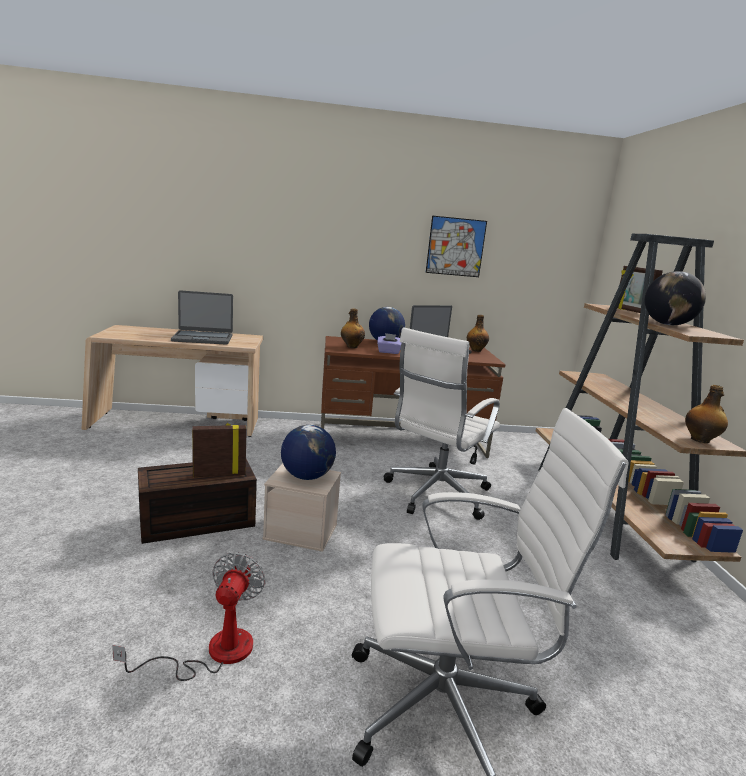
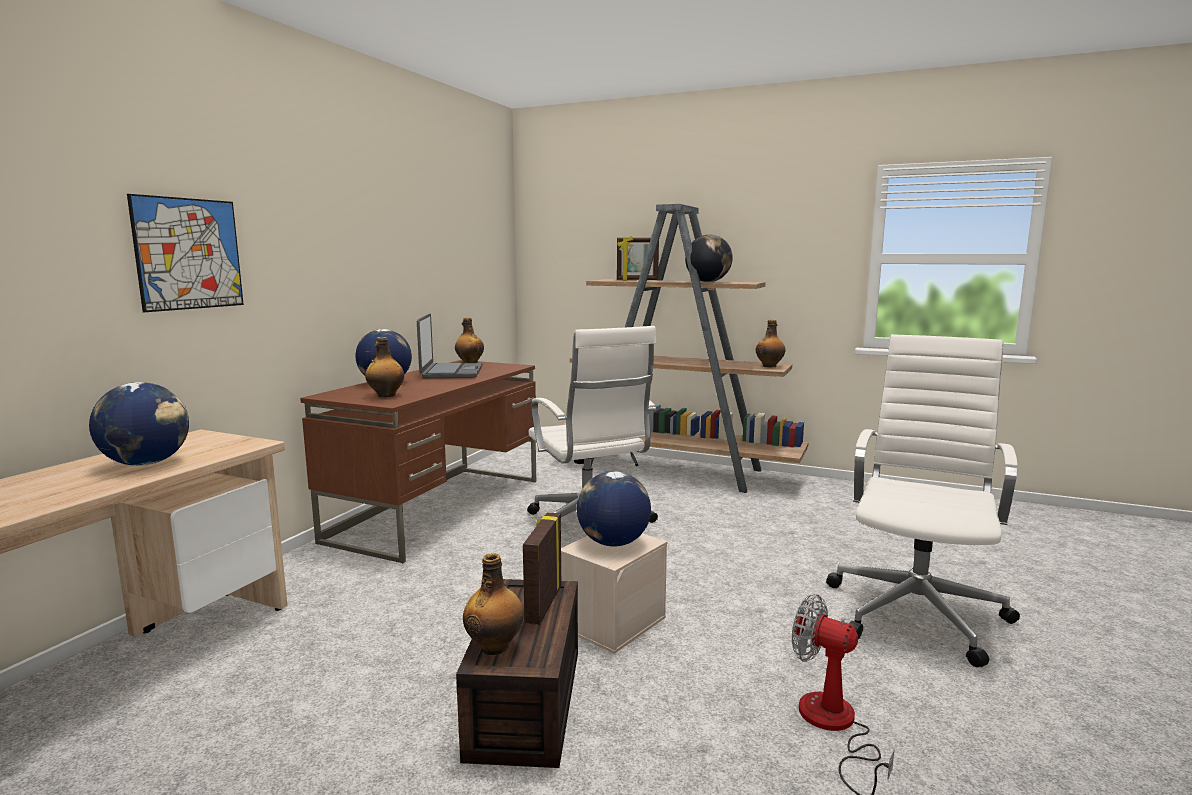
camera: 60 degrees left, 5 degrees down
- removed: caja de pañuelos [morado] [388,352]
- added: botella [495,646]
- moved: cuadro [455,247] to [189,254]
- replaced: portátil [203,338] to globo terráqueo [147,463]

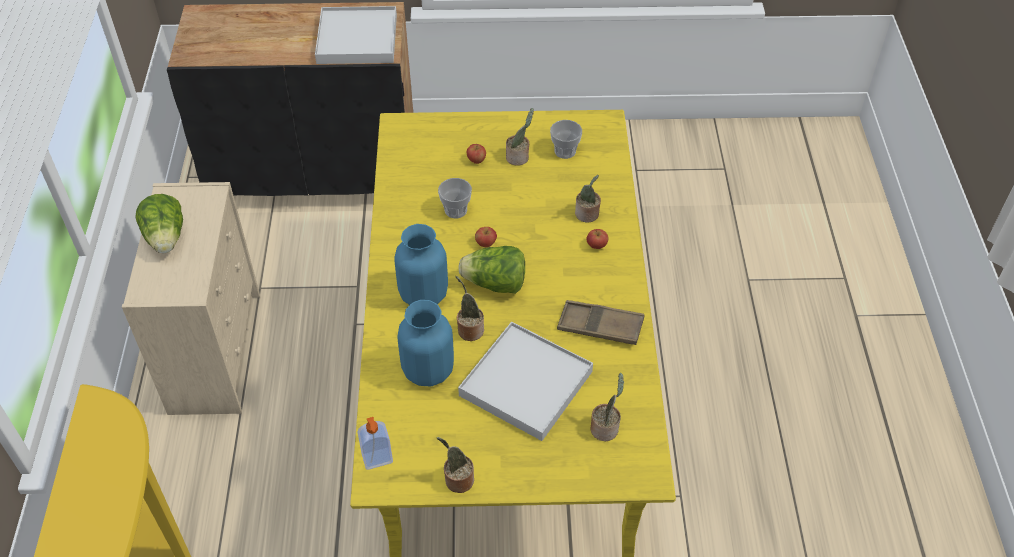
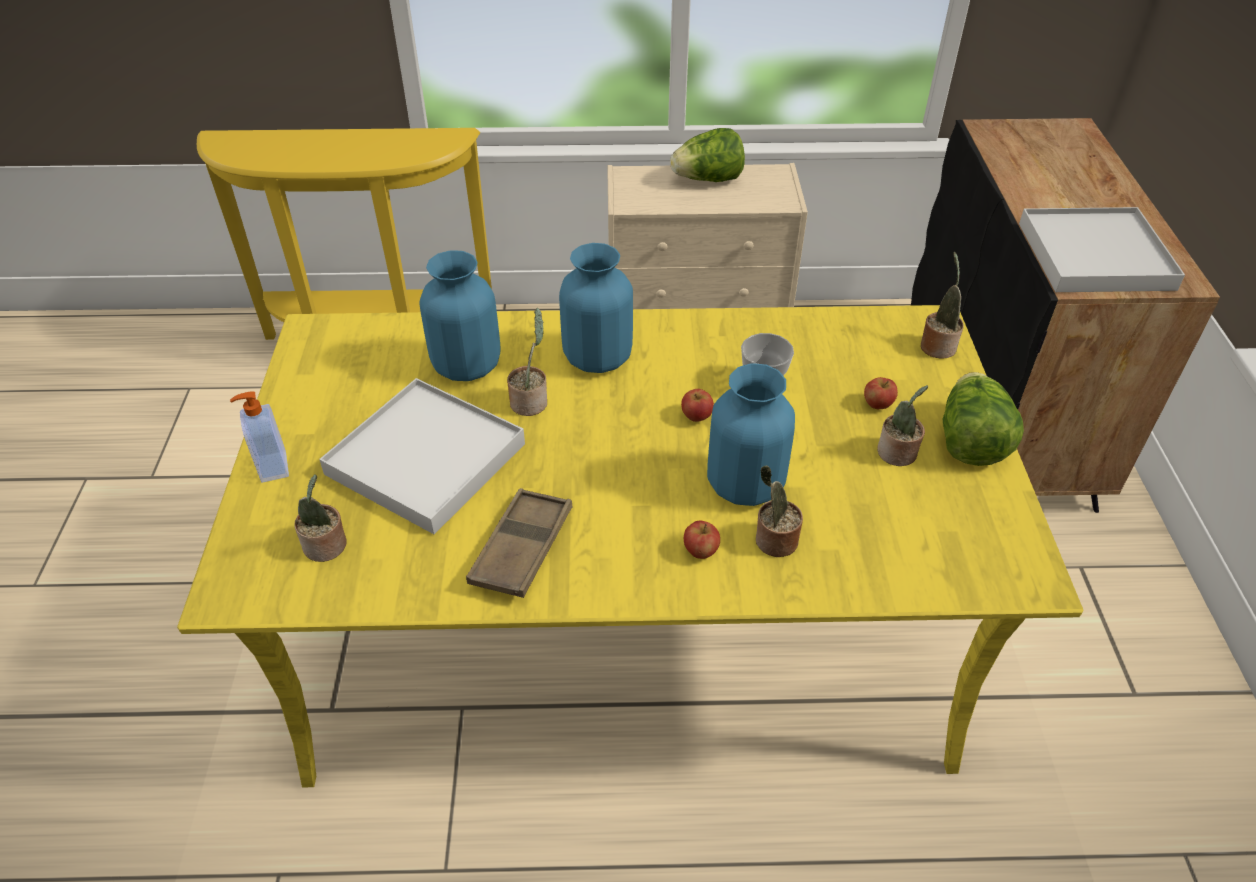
camera: 90 degrees right, 5 degrees down
- removed: taza [565,151]
- added: florero [azul] [745,484]
- moved: dispensador de jabón [377,459] to [272,467]
- moved: planta en maceta [457,480] to [937,345]
- moved: lechuga [495,284] to [970,441]

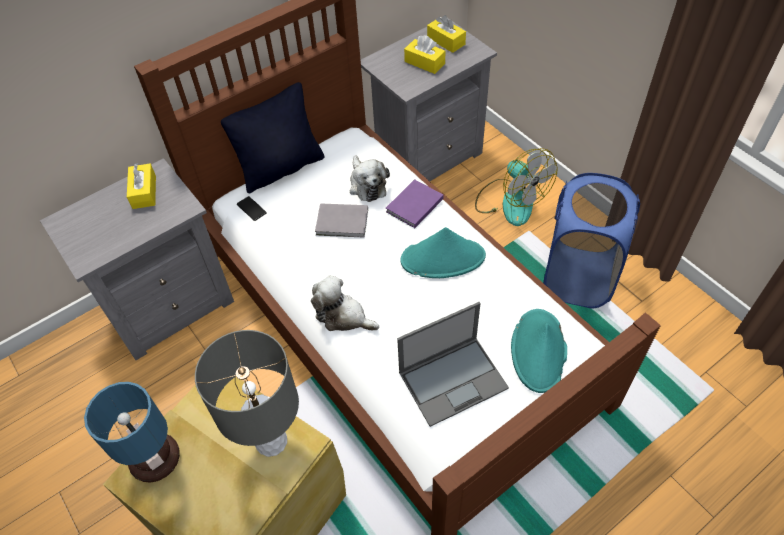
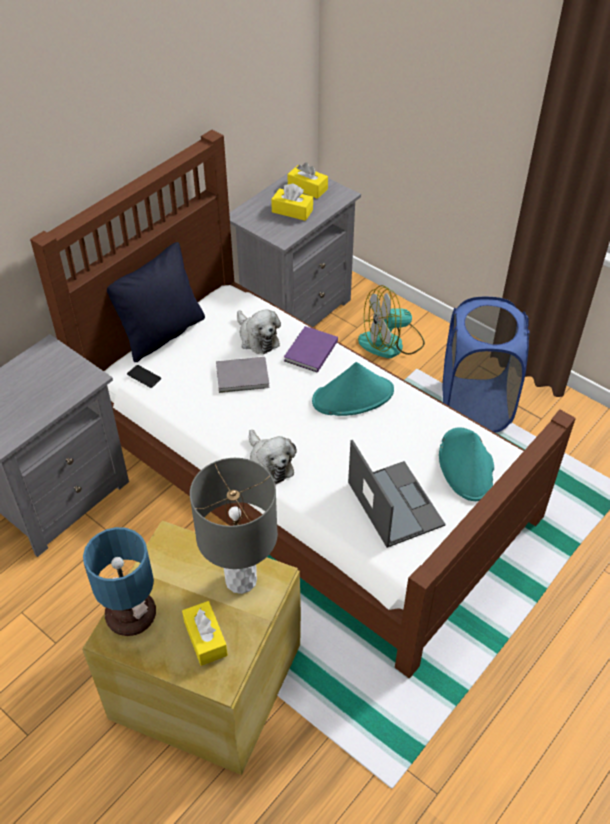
camera: 15 degrees left, 5 degrees down
- moved: caja de pañuelos [amarillo] [144,192] to [205,638]
- turned: peluche [343,316] = [269,463] 135 degrees counterclockwise
- turned: portátil [454,379] = [394,503] 75 degrees counterclockwise
- turned: ventilador [510,201] = [391,343] 120 degrees clockwise

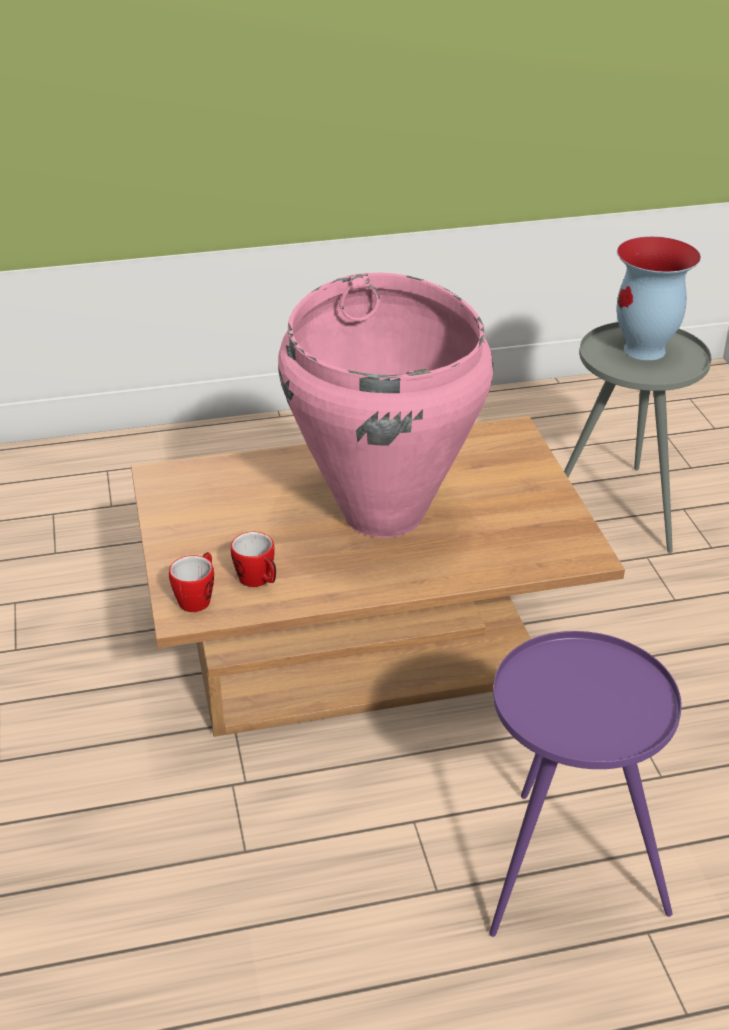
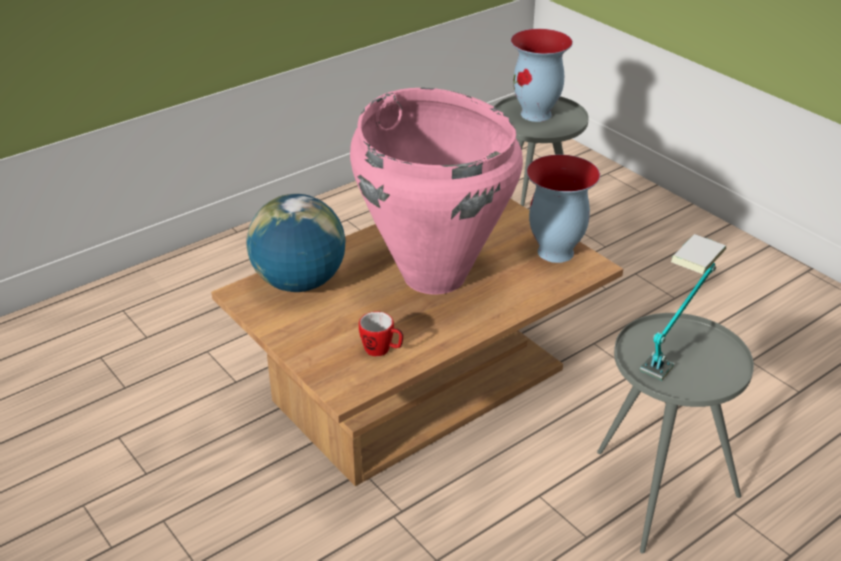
camera: 25 degrees left, 0 degrees up
- removed: taza grande [198,598]
- added: globo terráqueo [299,282]
- added: florero [555,253]
- added: lámpara de mesa [674,348]
- recoloured: mesa auxiliar [morado] [562,870] to mesa auxiliar [gris] [656,493]

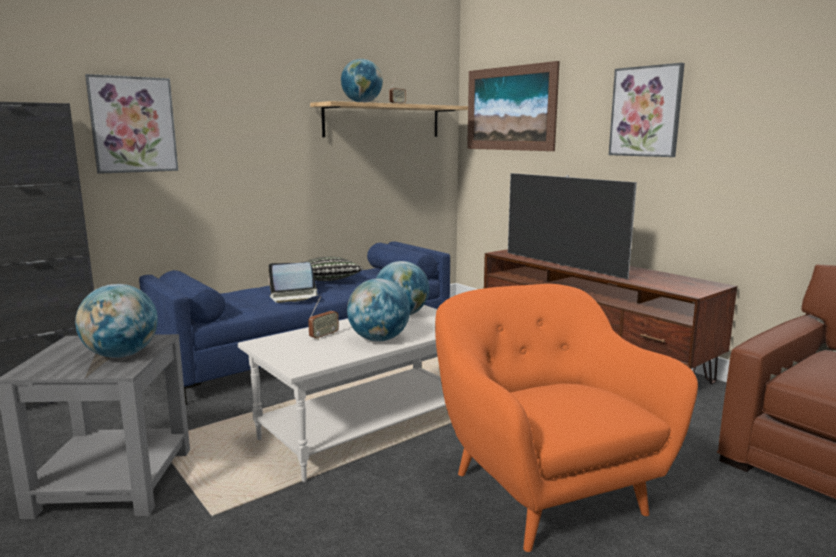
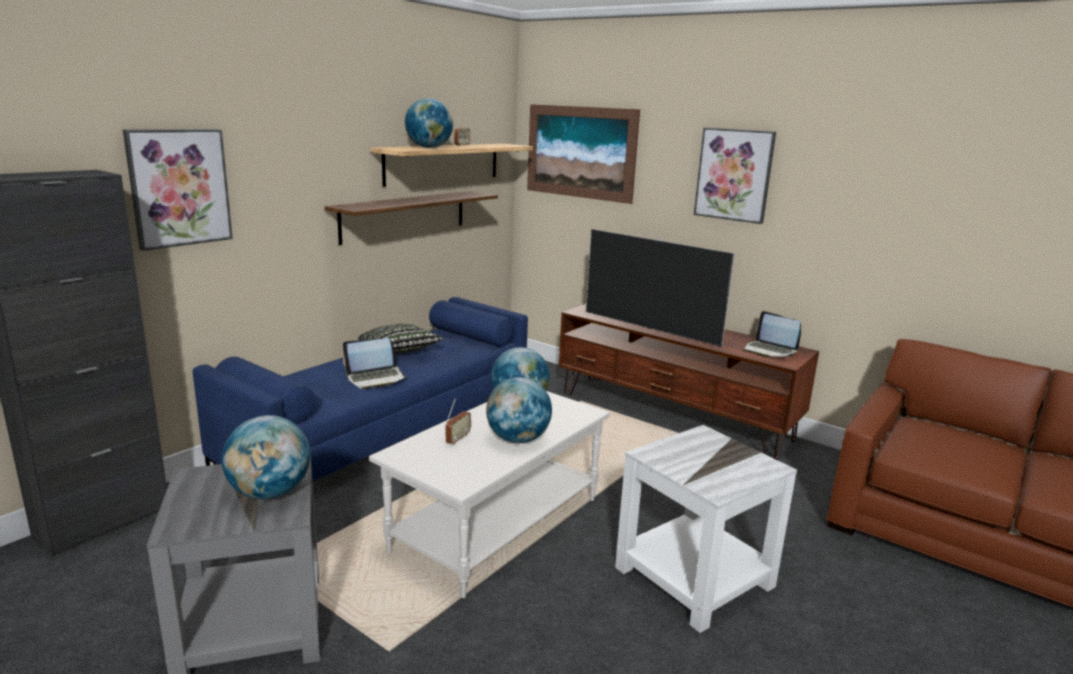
camera: 15 degrees left, 5 degrees up
- added: estante [405,216]
- added: portátil [769,351]
- replaced: sillón [naranja] [544,489] to mesa auxiliar [blanco] [693,575]

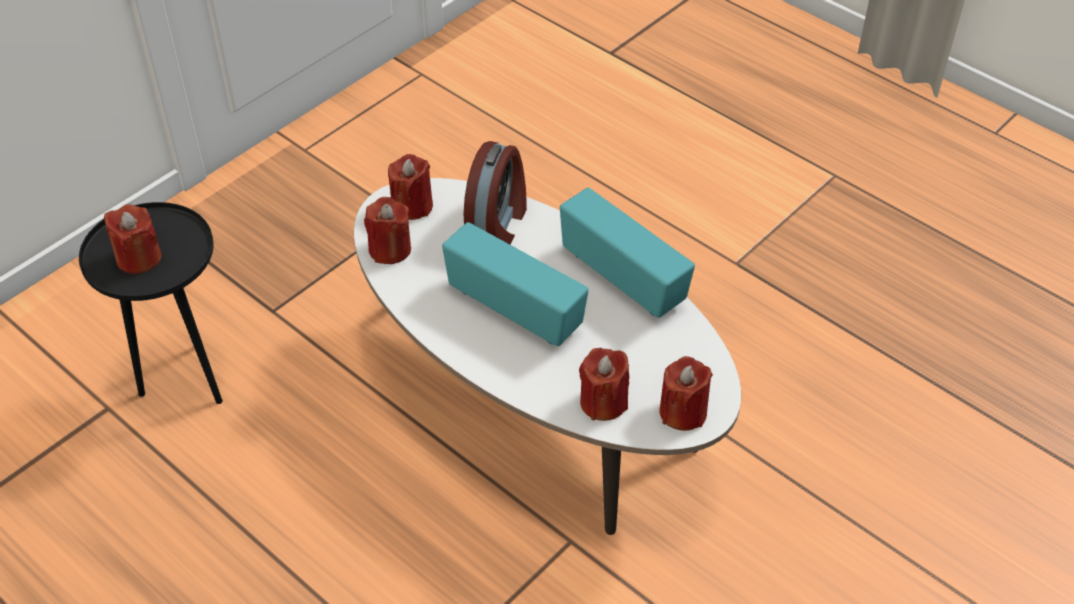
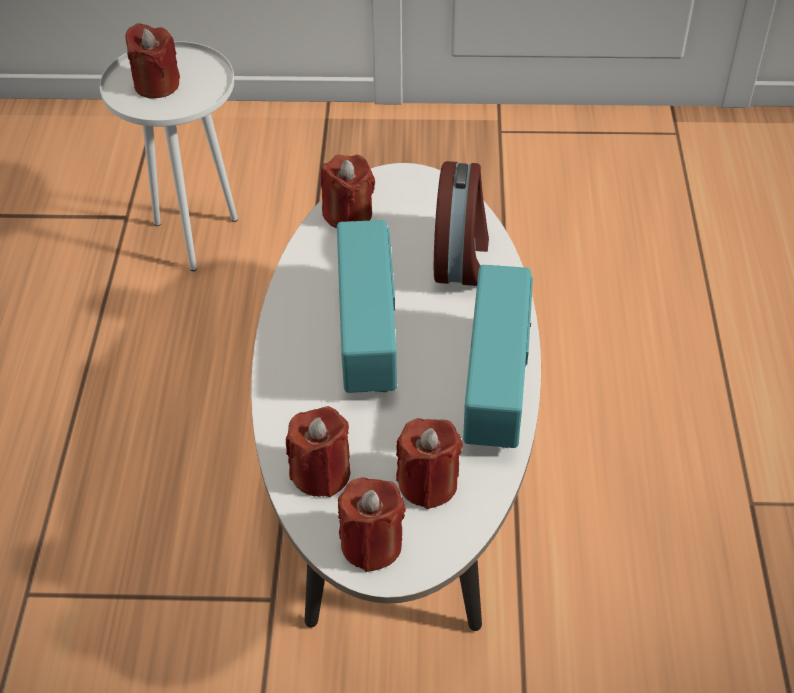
camera: 50 degrees right, 0 degrees up
- moved: vela [rojo] [412,206] to [428,483]
- recoloured: mesa auxiliar [negro] [186,379] to mesa auxiliar [blanco] [195,237]
- turned: despertador [498,223] = [462,258] 60 degrees counterclockwise

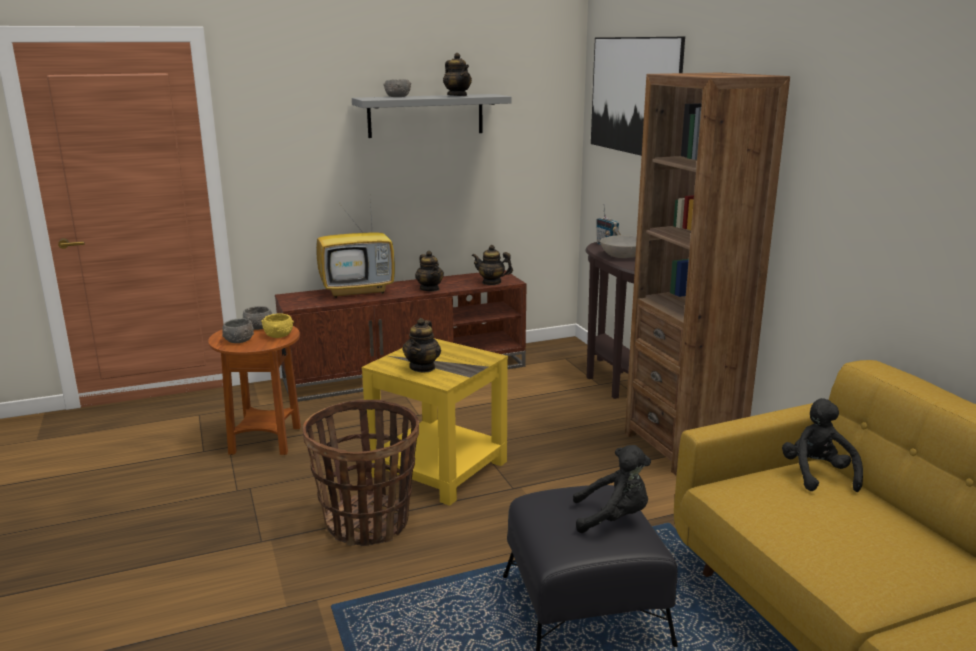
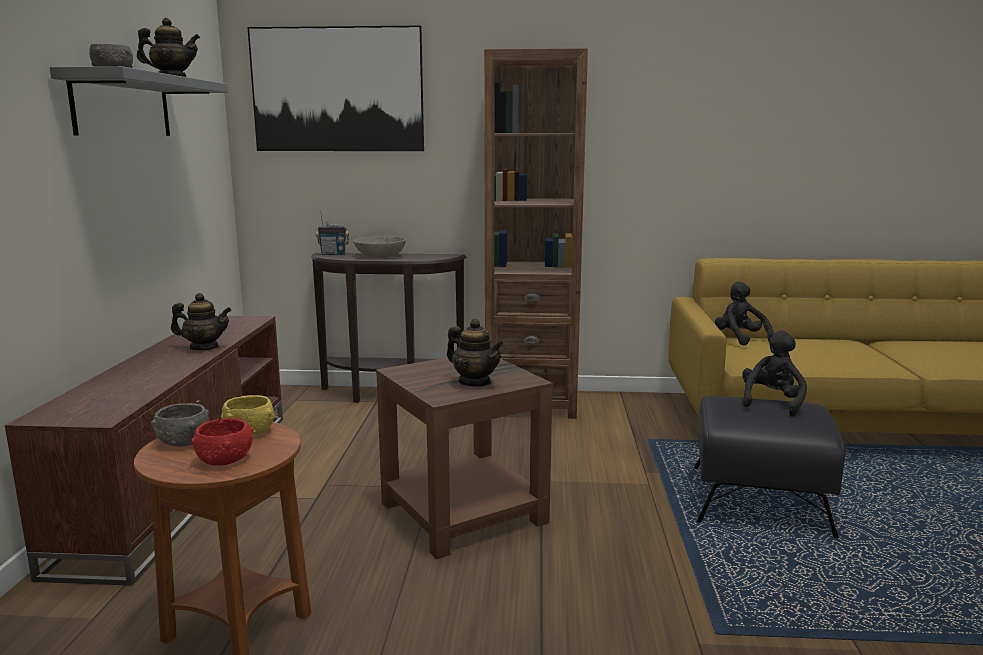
camera: 65 degrees left, 5 degrees down
- removed: cesta [367,522]
- removed: televisor [358,291]
- removed: tetera [492,282]
- recoloured: cuenco [gris] [239,340] to cuenco [rojo] [224,459]
- recoloured: mesa auxiliar [amarillo] [440,468] to mesa auxiliar [marrón] [463,511]
- turned: peluche [negro] [817,475] = [740,339] 45 degrees clockwise

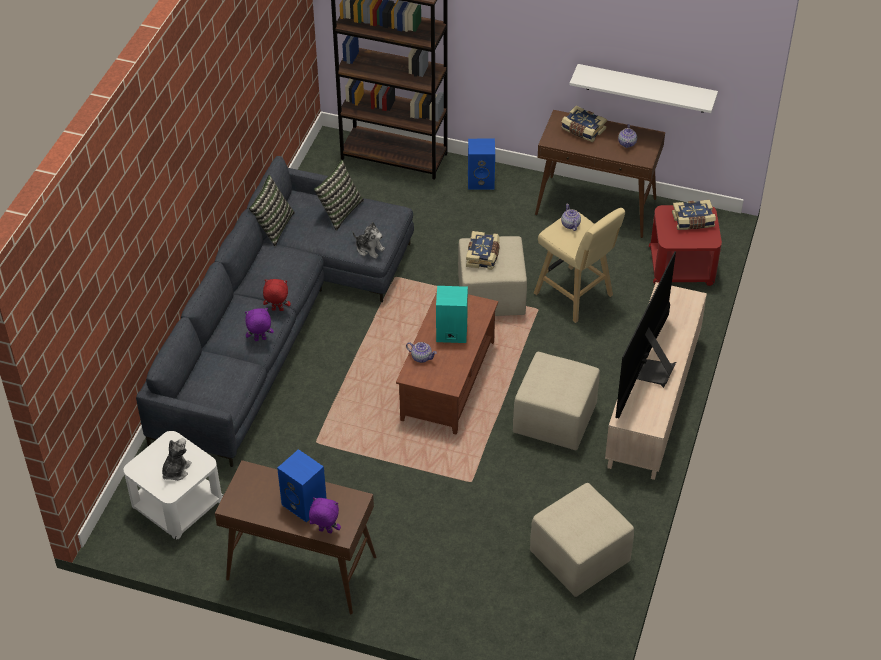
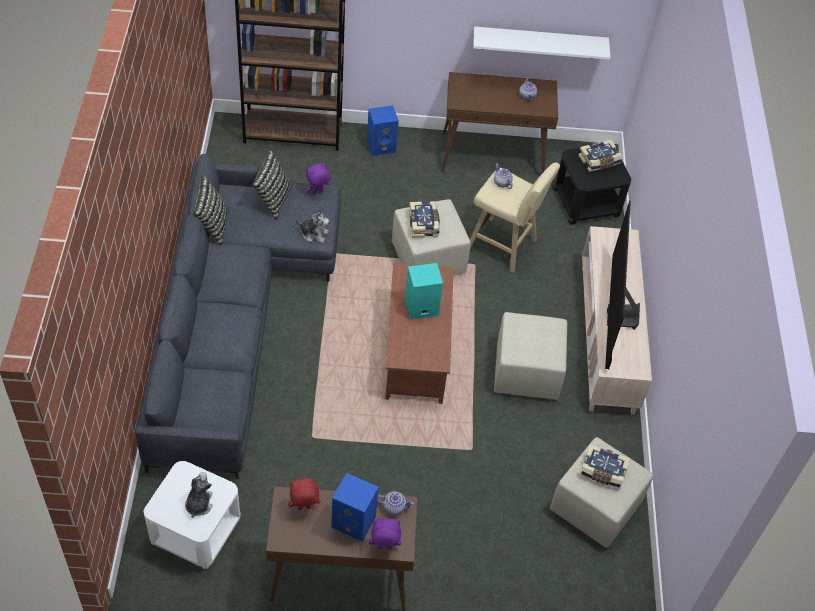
camera: 20 degrees left, 5 degrees up
- moved: peluche [morado] [260,340] to [317,193]
- moved: peluche [rojo] [277,310] to [304,508]
- moved: tetera [421,357] to [393,507]
- moved: libro [583,130] to [602,472]
- recoloured: mesa auxiliar [rojo] [682,266] to mesa auxiliar [negro] [587,202]

